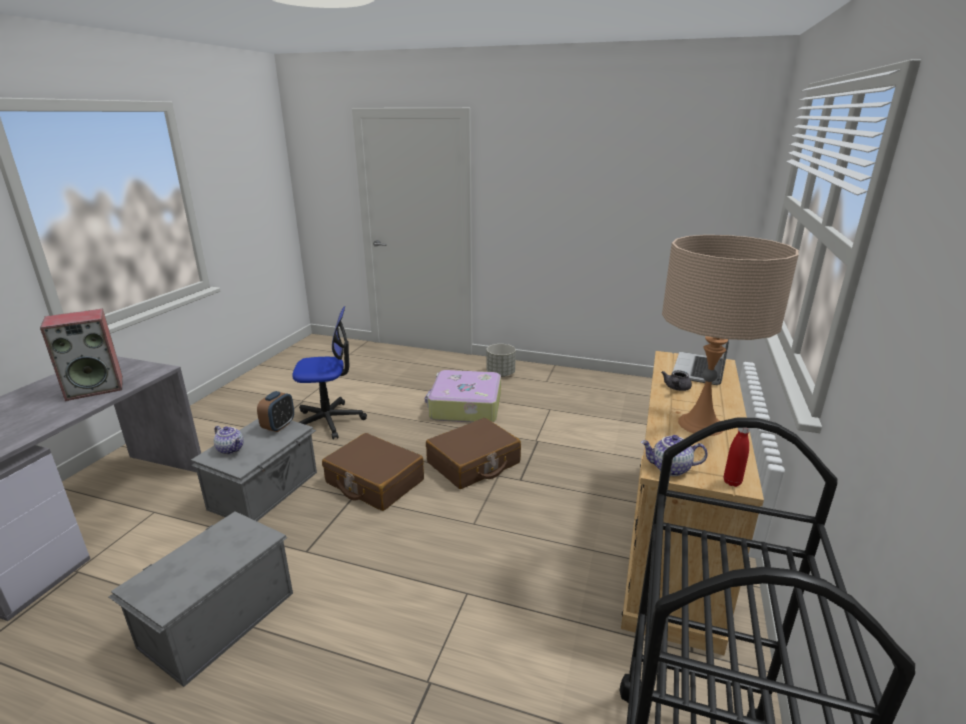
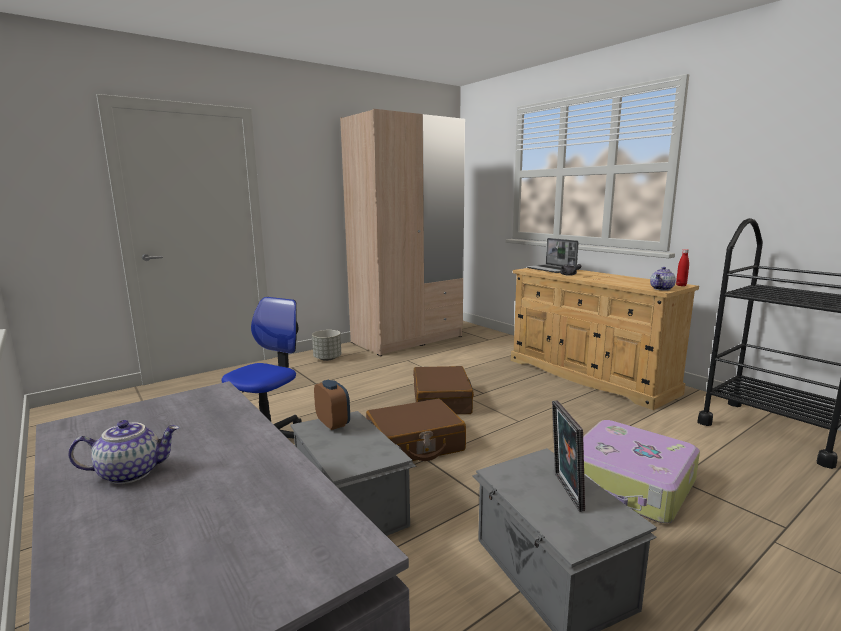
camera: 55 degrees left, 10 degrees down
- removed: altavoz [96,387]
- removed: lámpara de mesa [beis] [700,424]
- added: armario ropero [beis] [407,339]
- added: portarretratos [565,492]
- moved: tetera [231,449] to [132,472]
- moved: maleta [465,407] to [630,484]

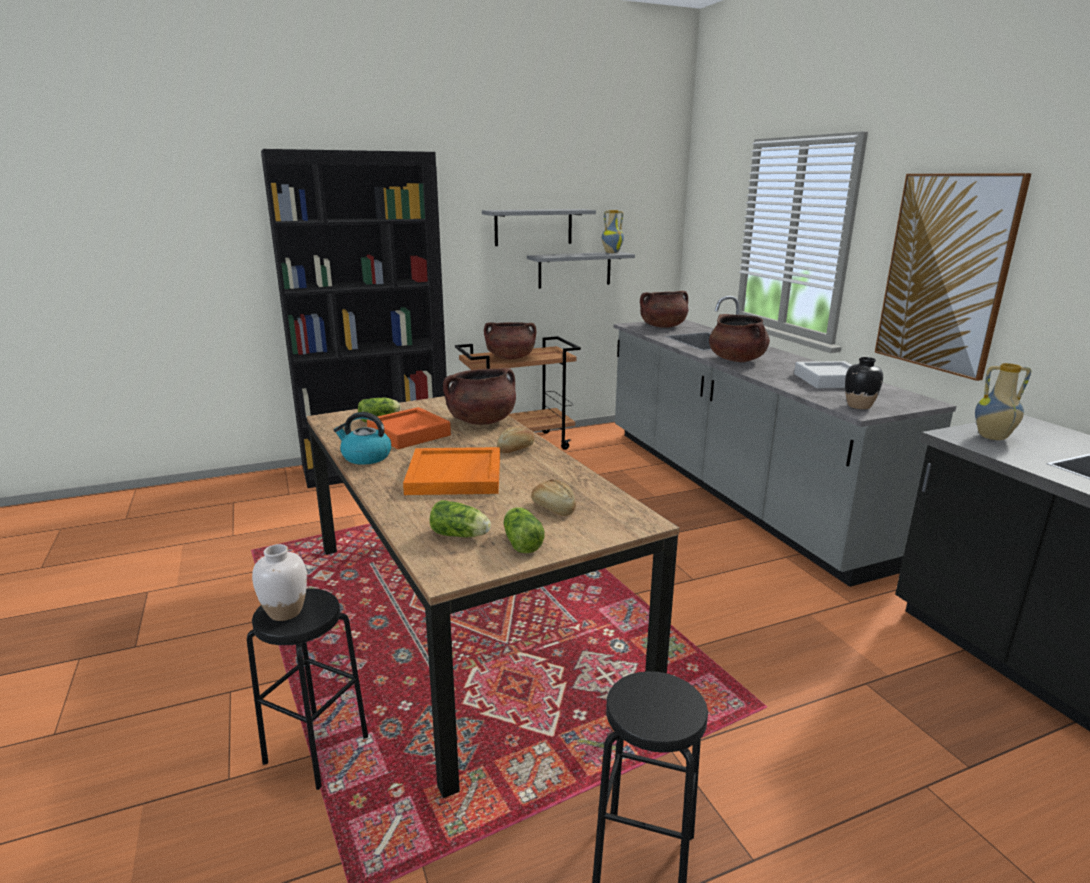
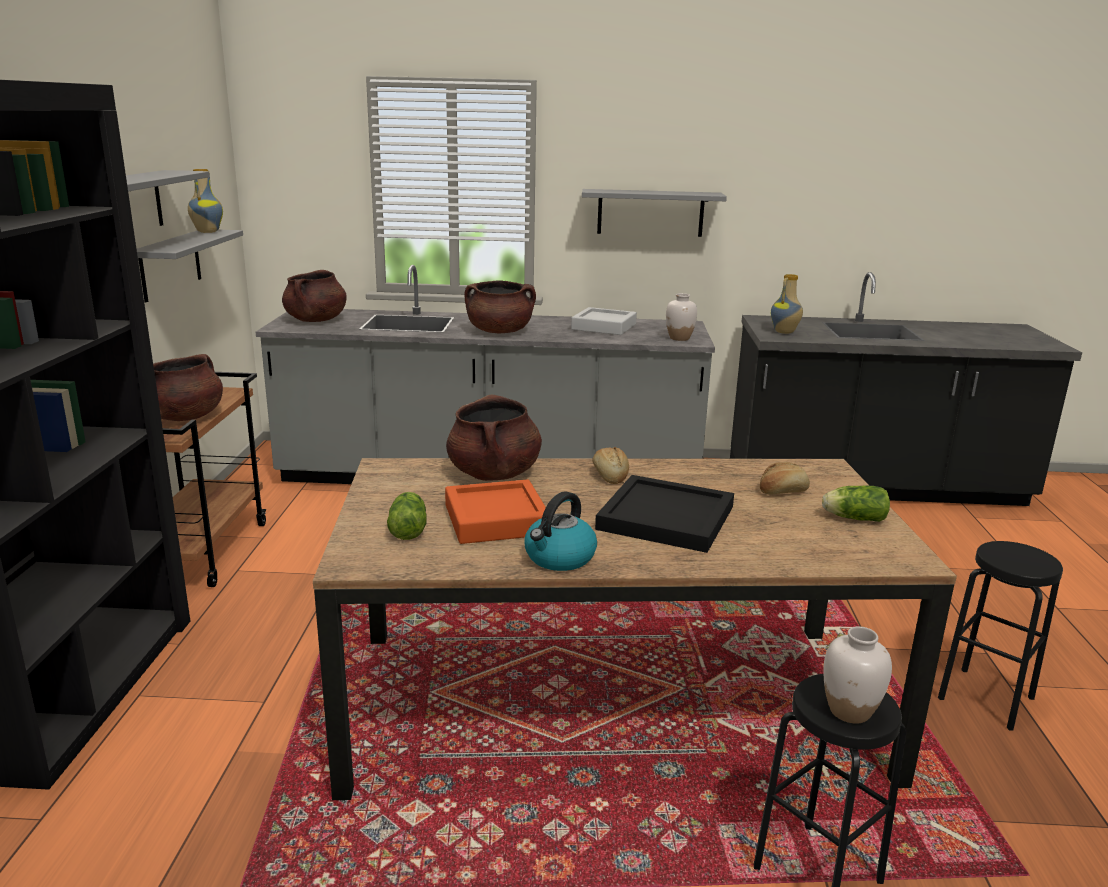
camera: 65 degrees left, 0 degrees up
- removed: lechuga [461,535]
- replaced: cuadro [946,273] to estante [gris] [650,213]
- recoloured: bandeja [naranja] [455,475] to bandeja [negro] [667,517]
- recoloured: florero [negro] [859,406] to florero [blanco] [679,338]

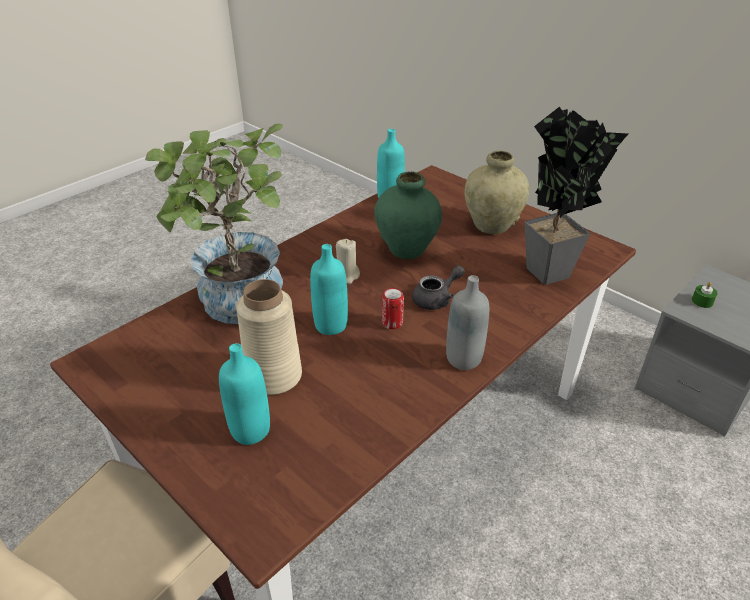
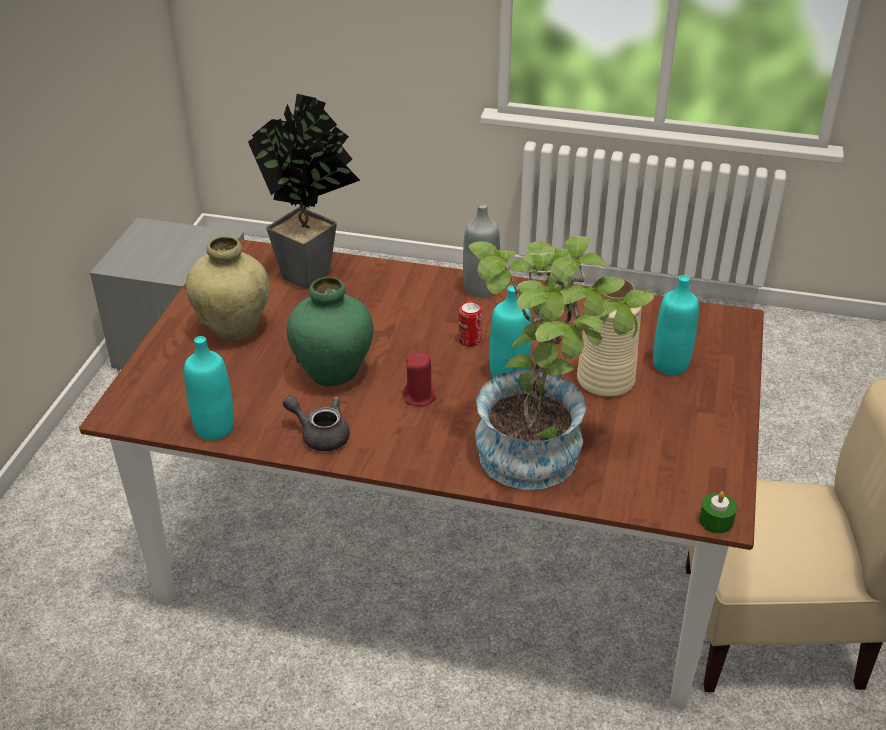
camera: 120 degrees left, 0 degrees up
- moved: tetera [gris] [436,299] to [320,434]
- moved: vela [verde] [702,301] to [716,521]
- recoloured: vela [beis] [347,276] to vela [rojo] [419,397]

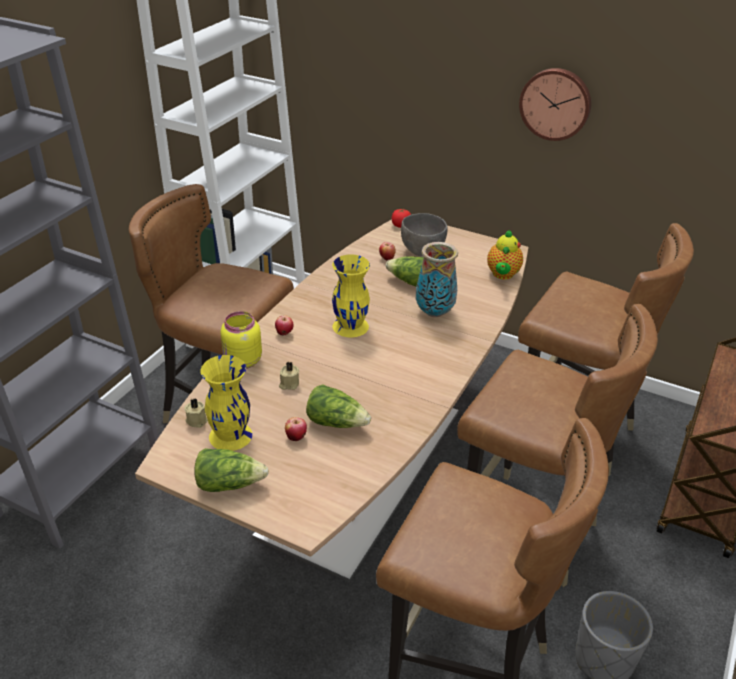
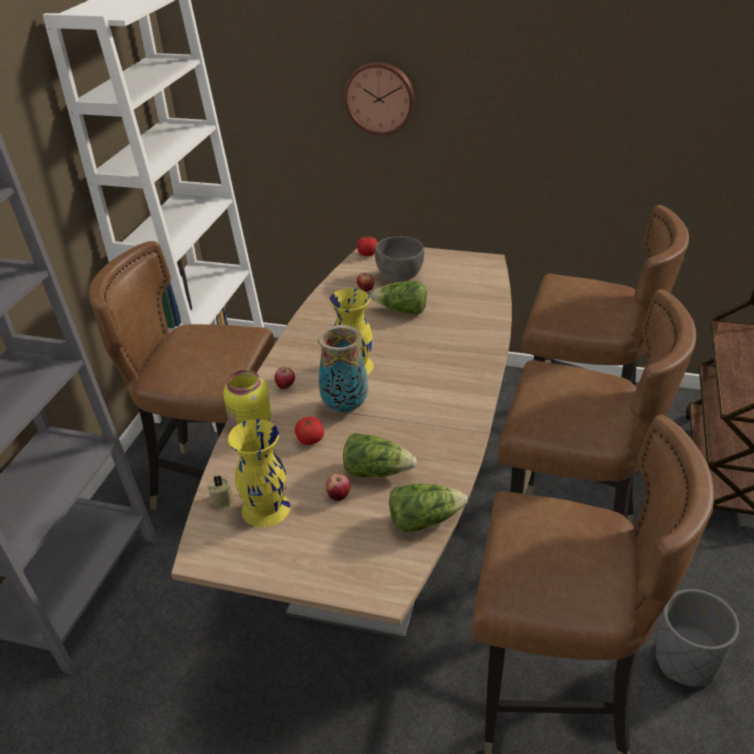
camera: 10 degrees left, 0 degrees up
- removed: tetera [502,275]
- moved: lechuga [229,484] to [424,520]
- moved: florero [435,312] to [345,406]
- moved: reloj de pared [556,103] to [380,97]
- replaced: vela [beis] [289,384] to tomate [310,440]

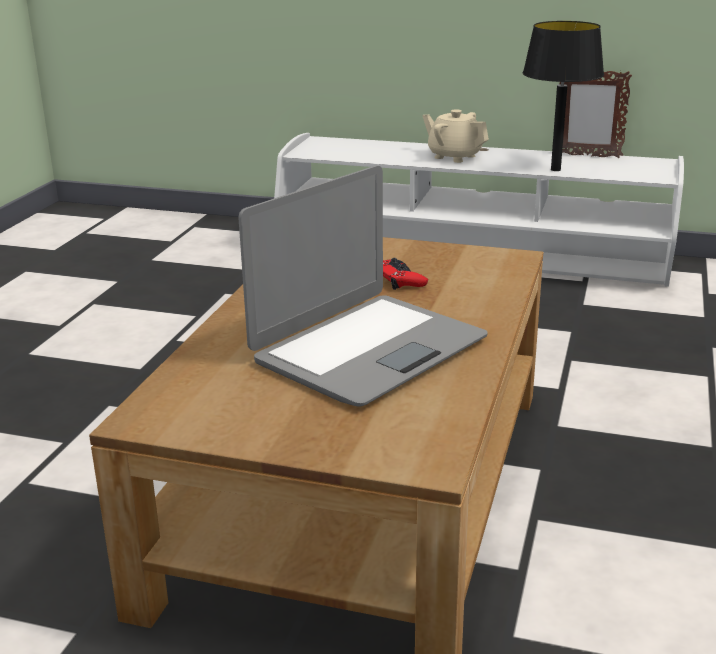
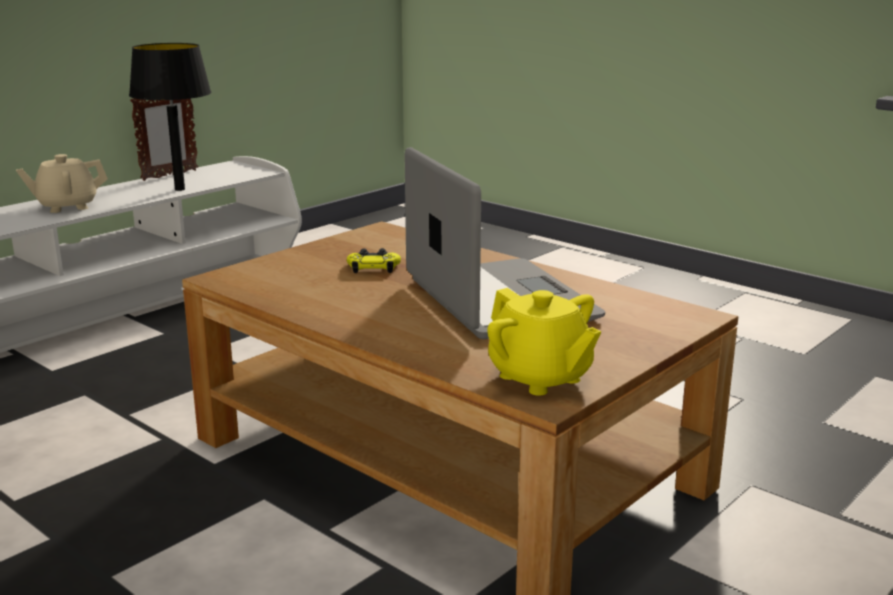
camera: 65 degrees left, 5 degrees down
- added: tetera [amarillo] [540,378]
- recoloured: mando de consola [rojo] [400,280] to mando de consola [amarillo] [373,267]

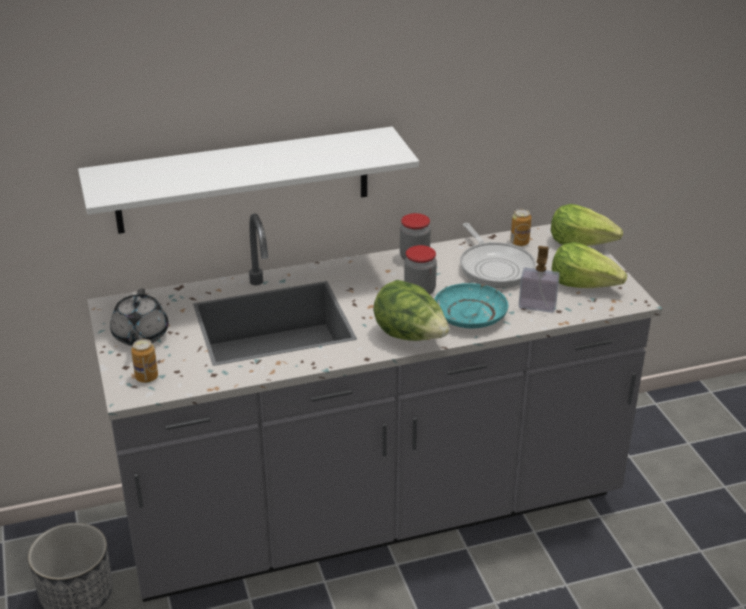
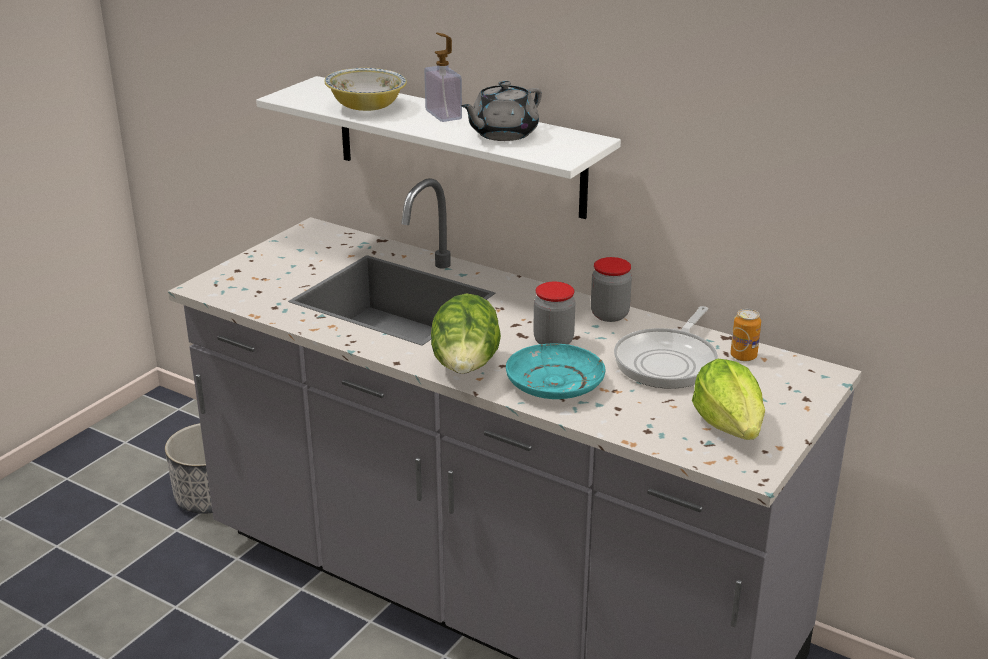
camera: 50 degrees right, 5 degrees down
- removed: lata [146,377]
- removed: lechuga [581,243]
- added: cuenco [367,107]
- moved: tetera [gris] [140,336] to [502,134]
- moved: dispensador de jabón [537,305] to [443,115]

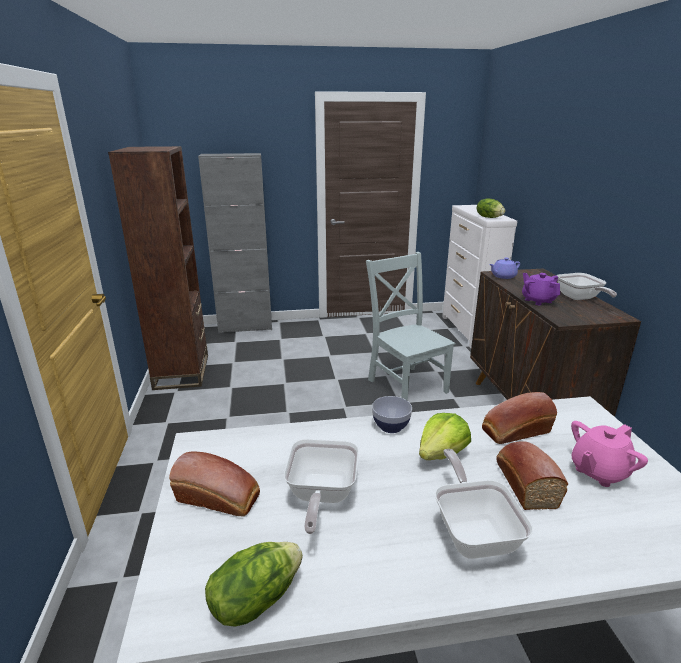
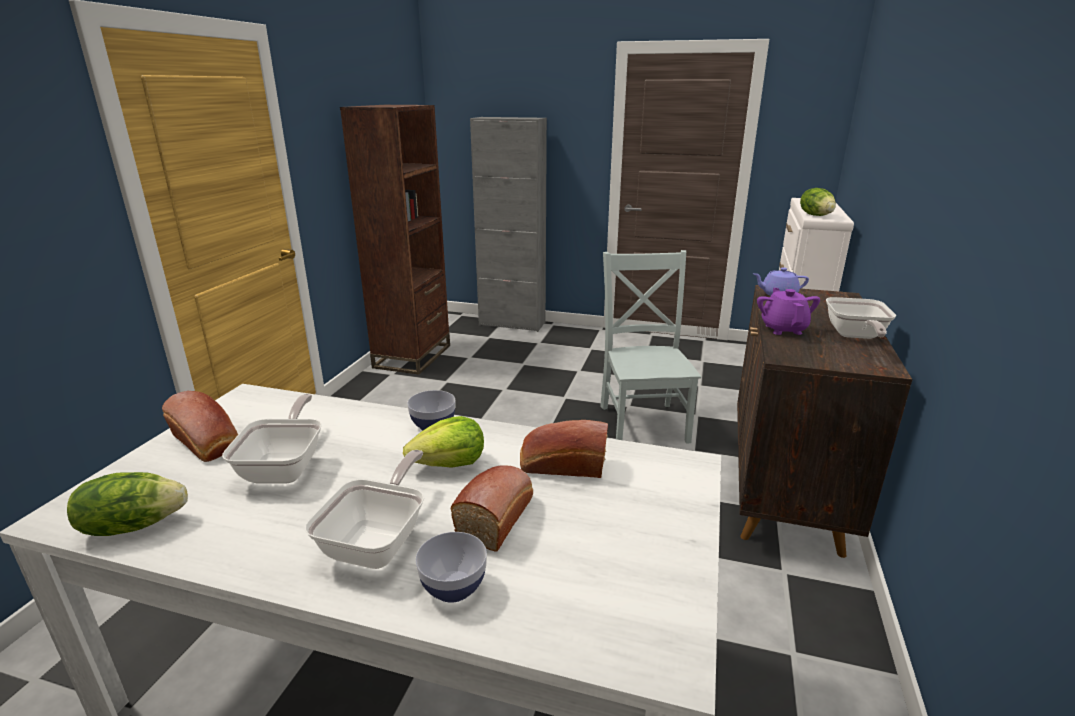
camera: 25 degrees right, 0 degrees up
- removed: tetera [rosa] [598,471]
- added: cuenco [453,587]
- turned: sartén [320,496] = [286,466] 150 degrees clockwise

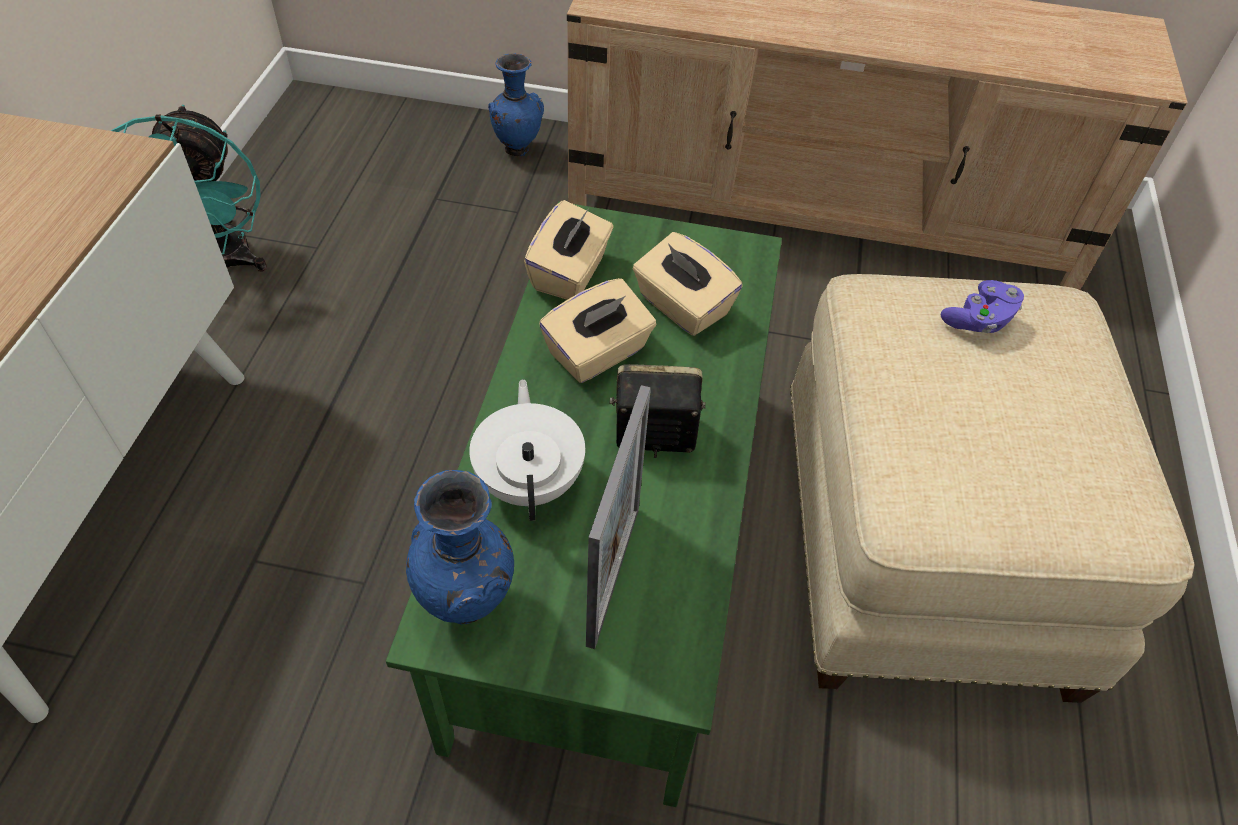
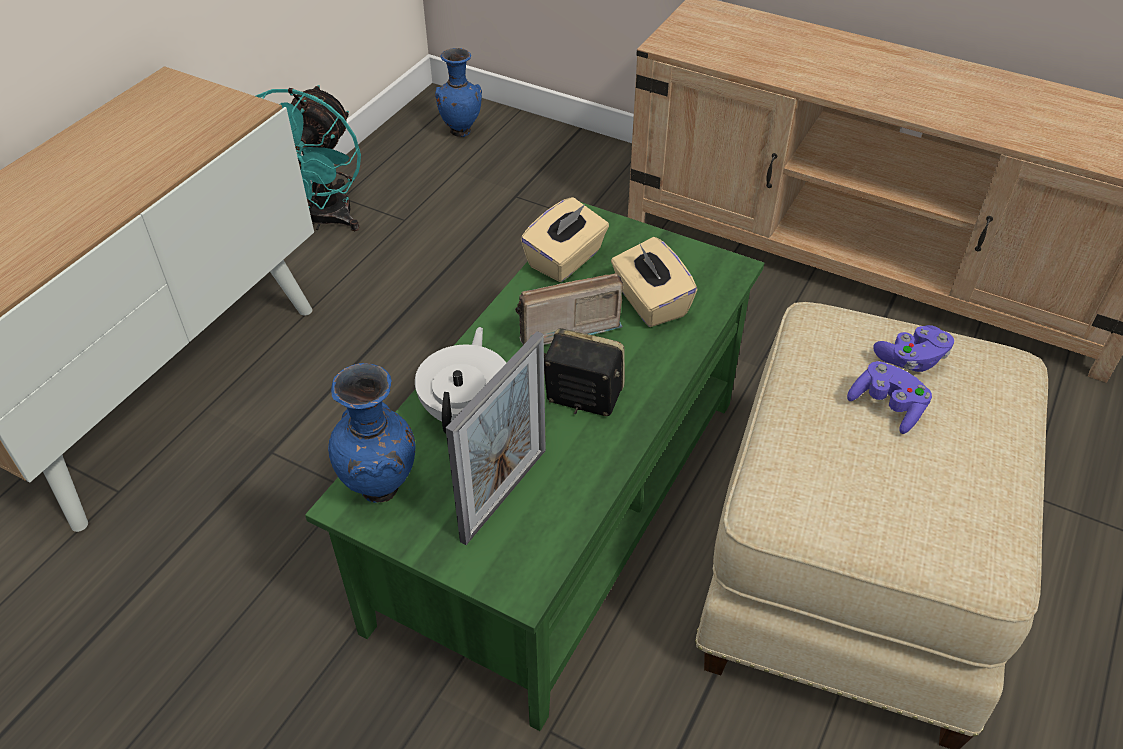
camera: 20 degrees right, 5 degrees down
- added: mando de consola [morado] [887,407]
- moved: florero [azul] [517,149] to [461,131]
- replaced: caja de pañuelos [beis] [598,353] to radio [562,325]

